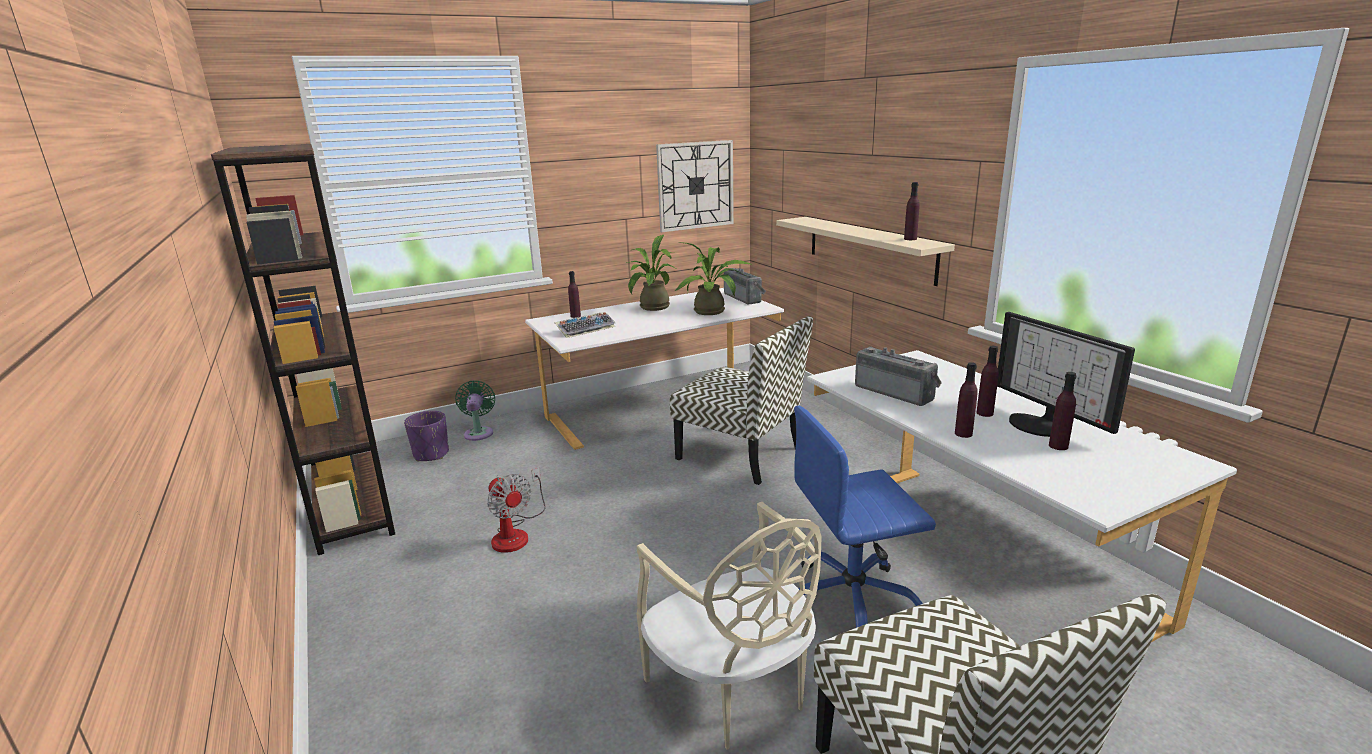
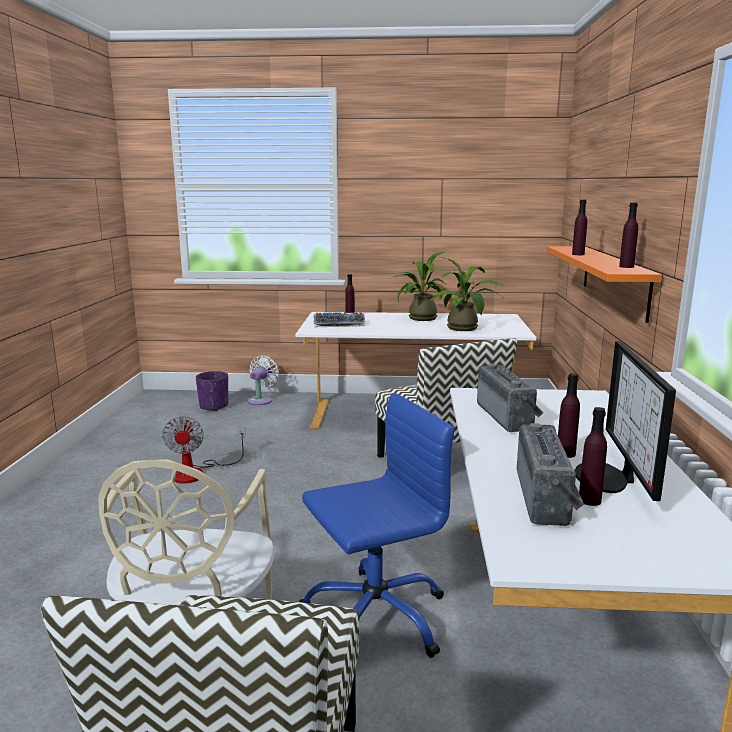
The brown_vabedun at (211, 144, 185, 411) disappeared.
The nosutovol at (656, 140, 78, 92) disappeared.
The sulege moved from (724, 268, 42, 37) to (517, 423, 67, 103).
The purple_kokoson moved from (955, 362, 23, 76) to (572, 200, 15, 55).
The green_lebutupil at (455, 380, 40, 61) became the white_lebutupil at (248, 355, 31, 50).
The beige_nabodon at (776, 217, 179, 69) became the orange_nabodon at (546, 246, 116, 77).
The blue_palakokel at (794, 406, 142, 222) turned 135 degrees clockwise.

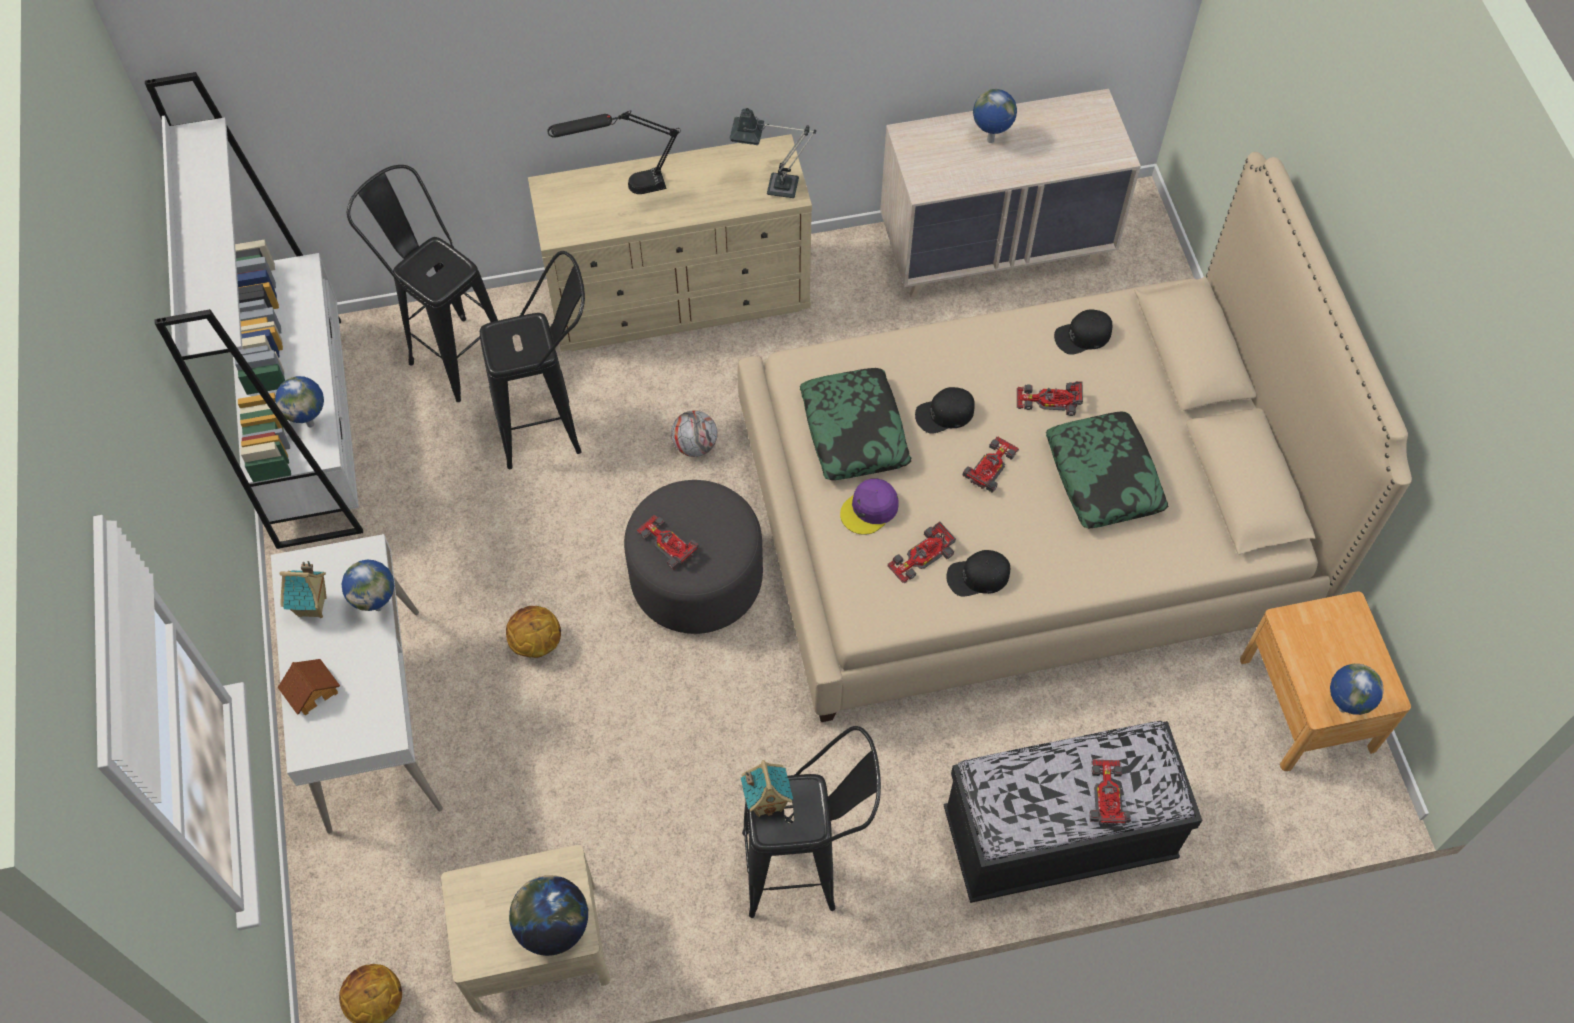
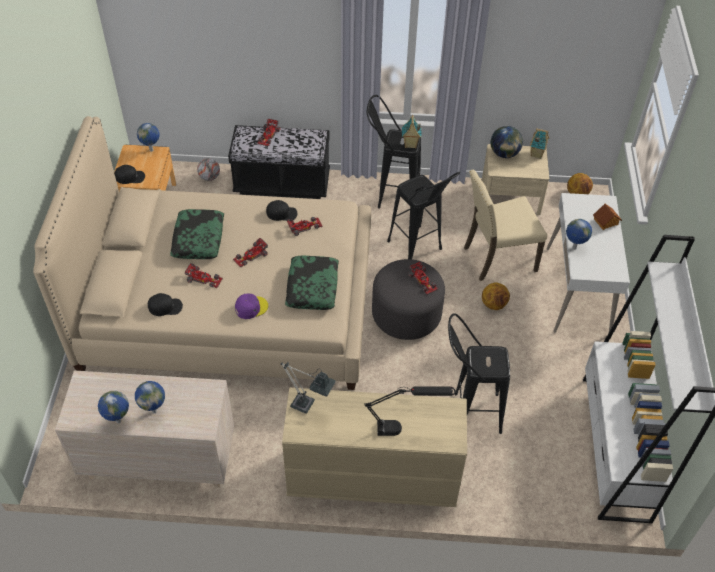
The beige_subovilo at (464, 169, 83, 112) appeared.
The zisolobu moved from (275, 376, 49, 52) to (98, 391, 31, 32).
The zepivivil moved from (279, 561, 48, 57) to (530, 128, 19, 31).
The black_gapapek moved from (347, 165, 151, 237) to (387, 172, 73, 87).
The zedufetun moved from (671, 410, 47, 47) to (197, 158, 23, 23).
The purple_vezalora moved from (840, 479, 59, 56) to (235, 293, 33, 26).
The black_vezalora moved from (915, 387, 60, 47) to (115, 165, 30, 19).

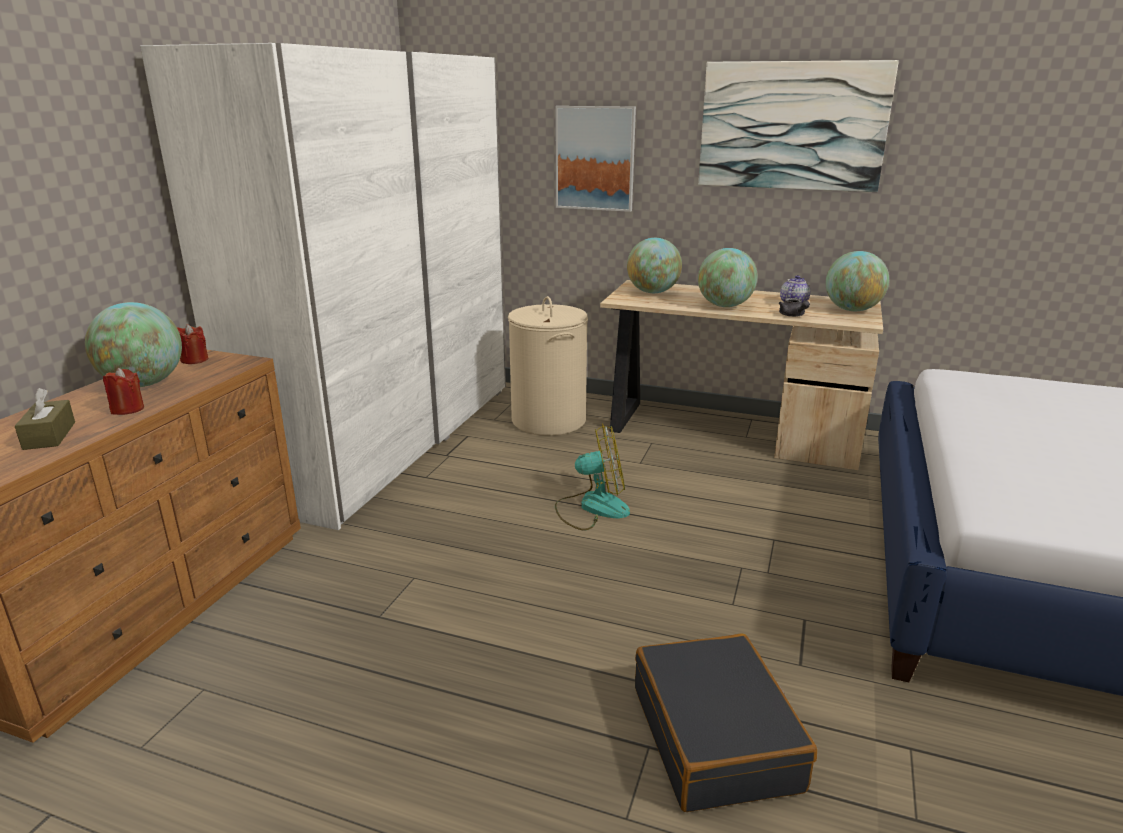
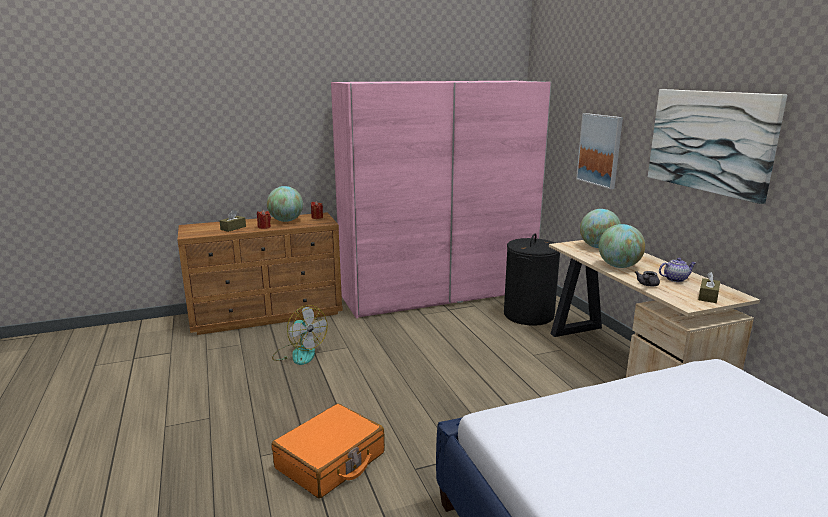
The lebutupil moved from (555, 423, 75, 107) to (272, 305, 56, 60).
The zisolobu at (826, 251, 63, 60) was replaced by the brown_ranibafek at (698, 272, 22, 31).
The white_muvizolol at (140, 43, 366, 487) became the pink_muvizolol at (331, 81, 220, 238).
The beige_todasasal at (508, 296, 80, 140) became the black_todasasal at (504, 234, 56, 92).
The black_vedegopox at (635, 634, 182, 178) became the orange_vedegopox at (272, 403, 113, 95).

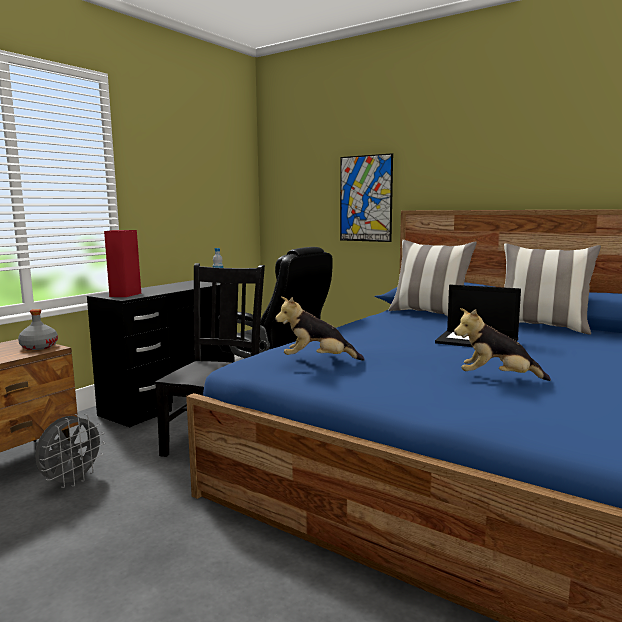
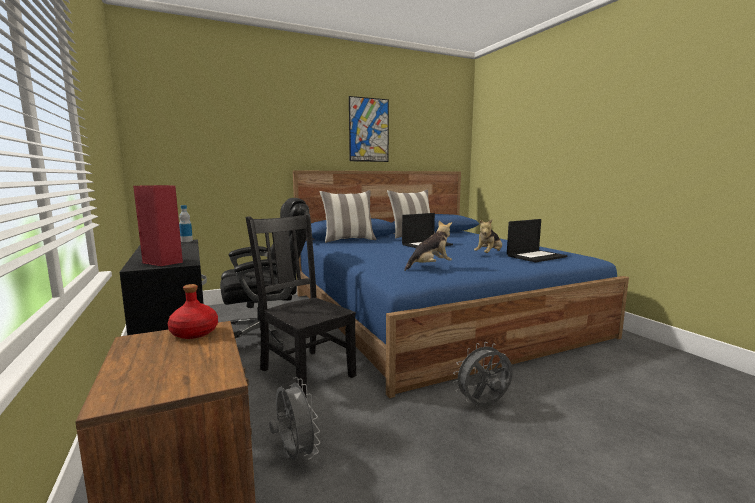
The grey_lebutupil at (453, 342, 60, 64) appeared.
The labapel at (507, 219, 61, 43) appeared.
The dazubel moved from (340, 153, 53, 89) to (349, 96, 40, 66).
The grey_kokoson at (18, 309, 40, 41) became the red_kokoson at (168, 284, 50, 55).
The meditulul at (275, 296, 90, 65) turned 150 degrees counterclockwise.

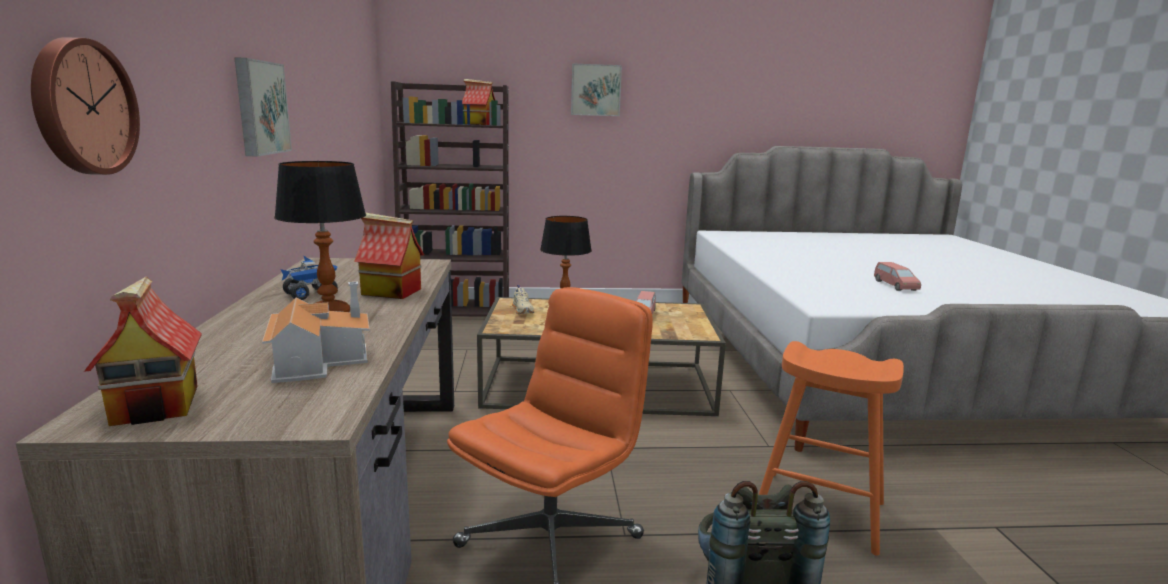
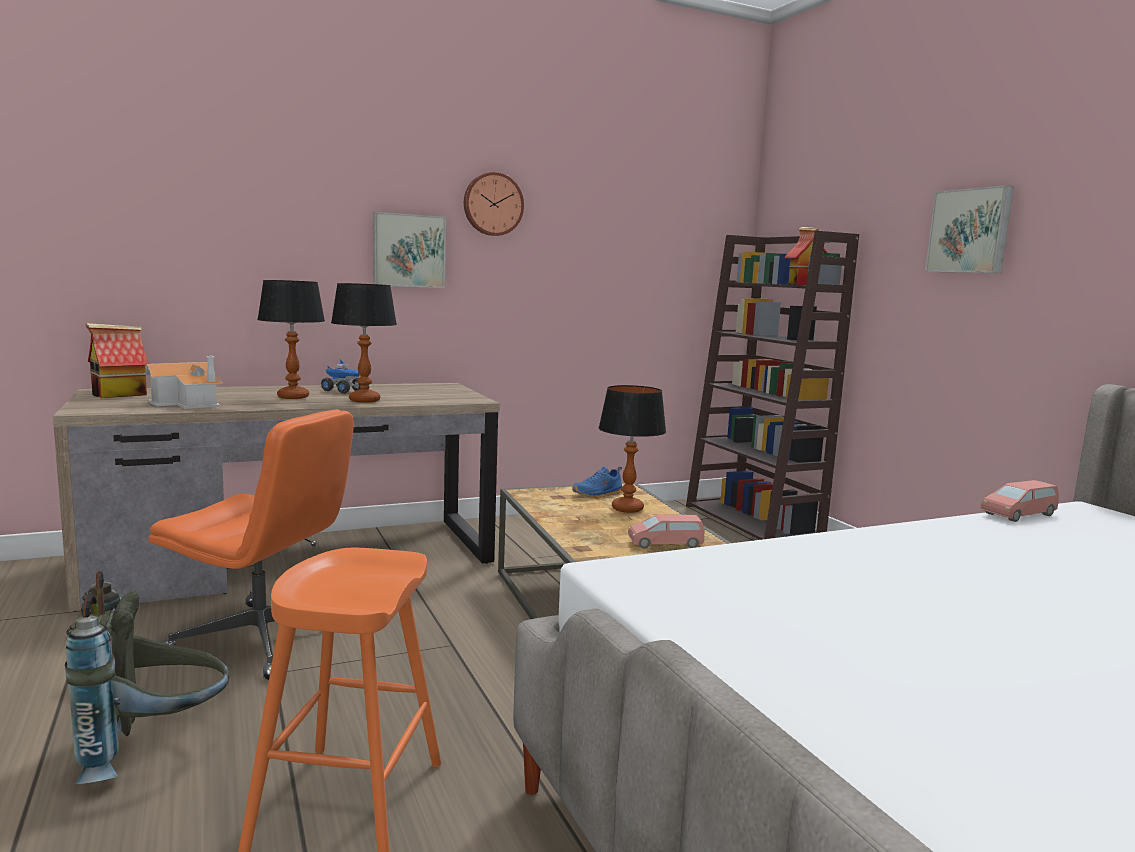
The nosutovol moved from (31, 37, 109, 138) to (464, 172, 60, 64).
The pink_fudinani moved from (874, 262, 47, 29) to (981, 480, 78, 42).
The zepivivil at (354, 213, 70, 86) was replaced by the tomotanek at (331, 283, 66, 120).
The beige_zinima at (512, 285, 22, 29) became the blue_zinima at (572, 466, 50, 32).

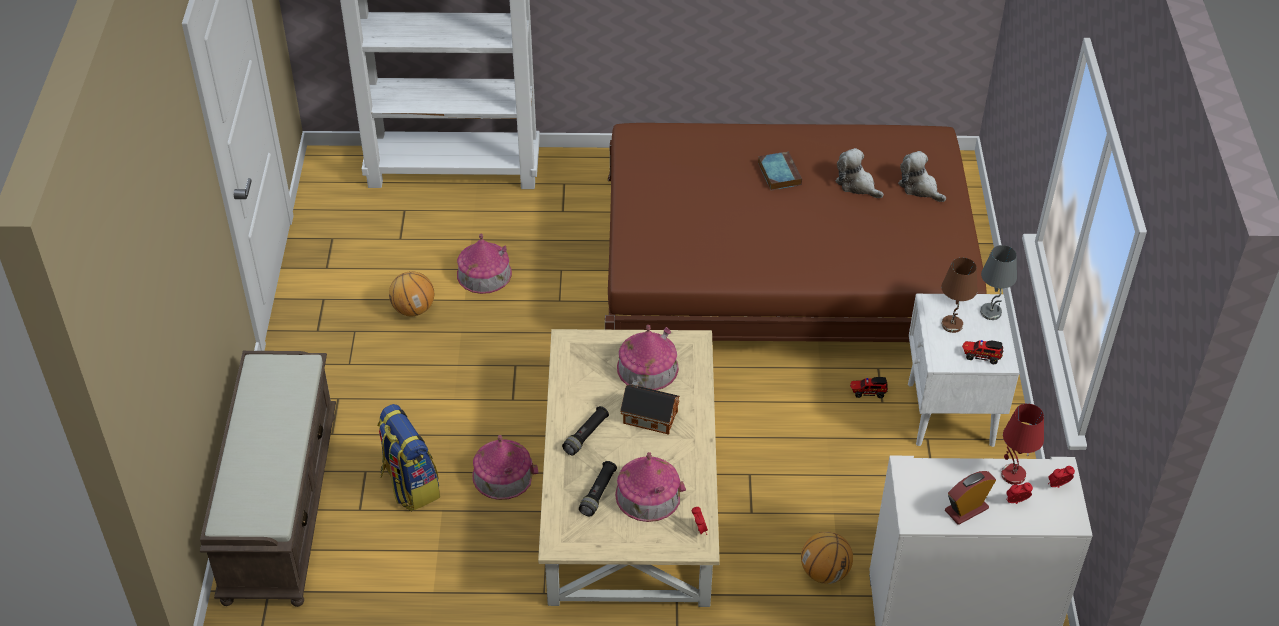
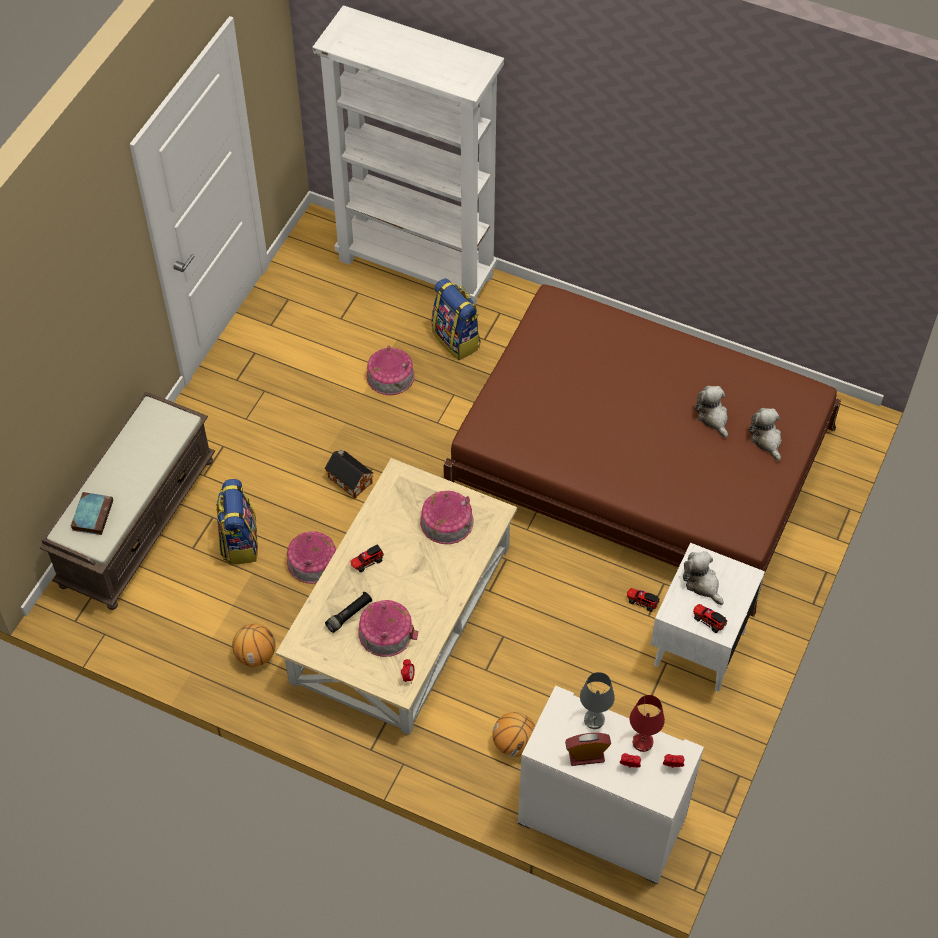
The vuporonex at (432, 278, 49, 82) appeared.
The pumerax moved from (389, 271, 45, 45) to (232, 624, 43, 43).
The zepivivil moved from (620, 380, 60, 55) to (324, 450, 49, 49).
The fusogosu moved from (758, 151, 44, 40) to (71, 492, 42, 43).
The grey_tomotanek moved from (980, 245, 37, 75) to (580, 672, 35, 57).
The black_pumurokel at (562, 406, 47, 50) was replaced by the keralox at (350, 545, 34, 27).
The brown_tomotanek at (941, 257, 37, 76) was replaced by the meditulul at (683, 551, 41, 54).

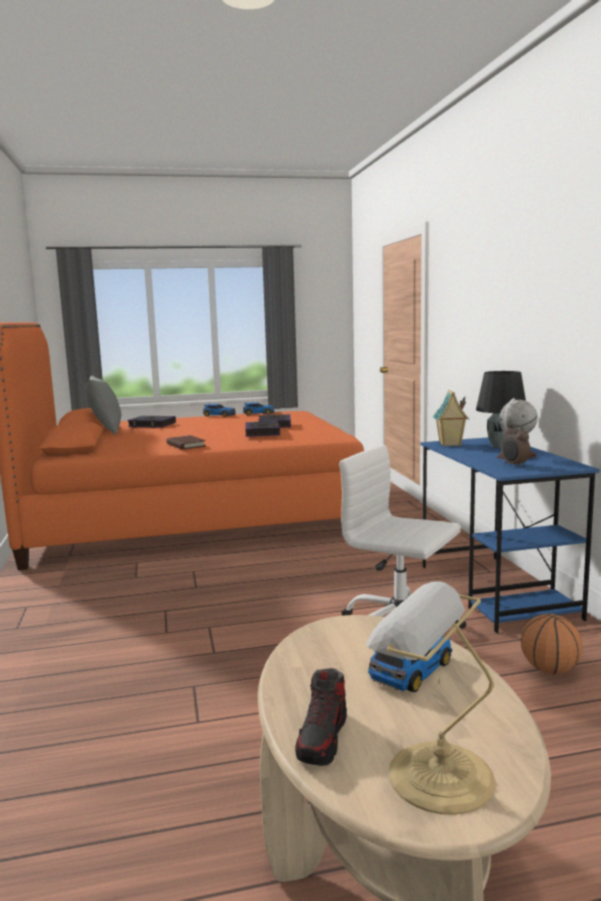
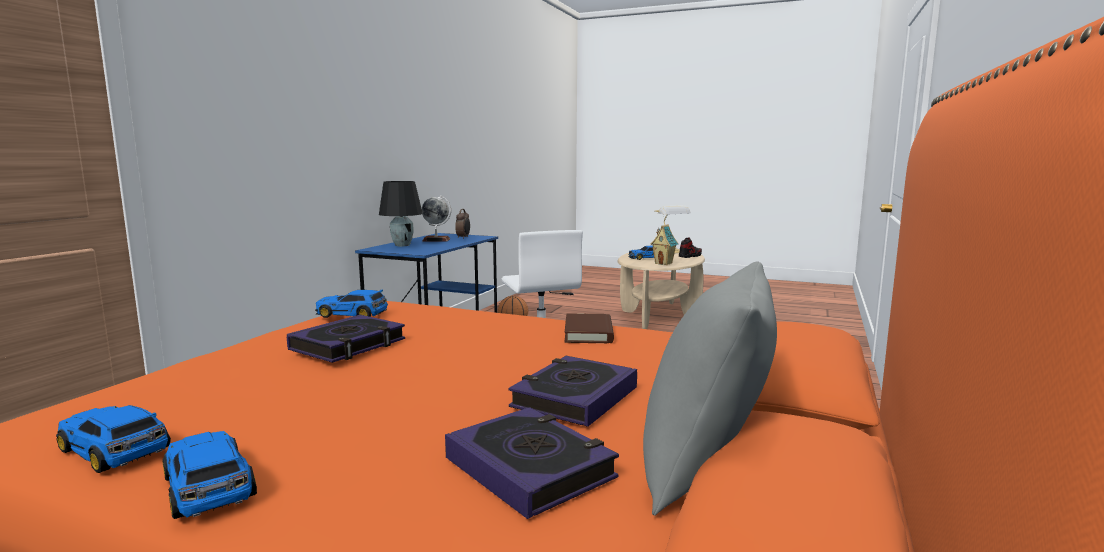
The fudinani at (315, 289, 73, 29) appeared.
The fusogosu moved from (245, 421, 35, 16) to (509, 356, 128, 71).
The zepivivil moved from (433, 390, 36, 56) to (650, 224, 28, 41).

